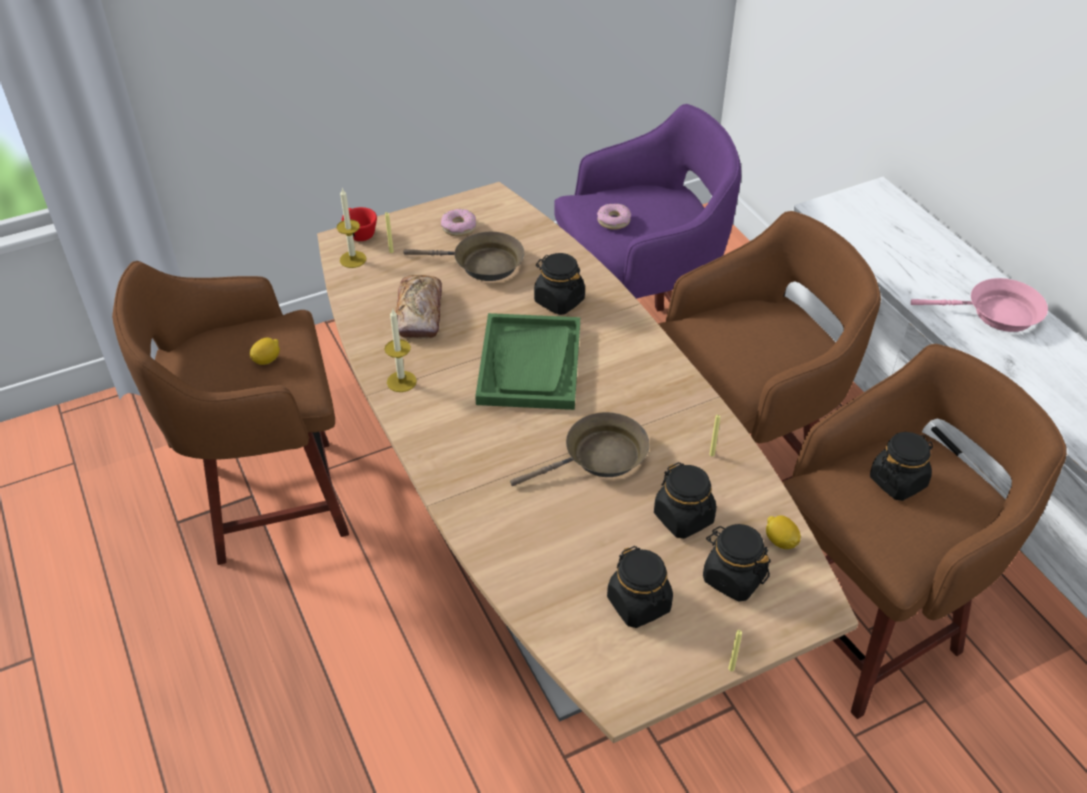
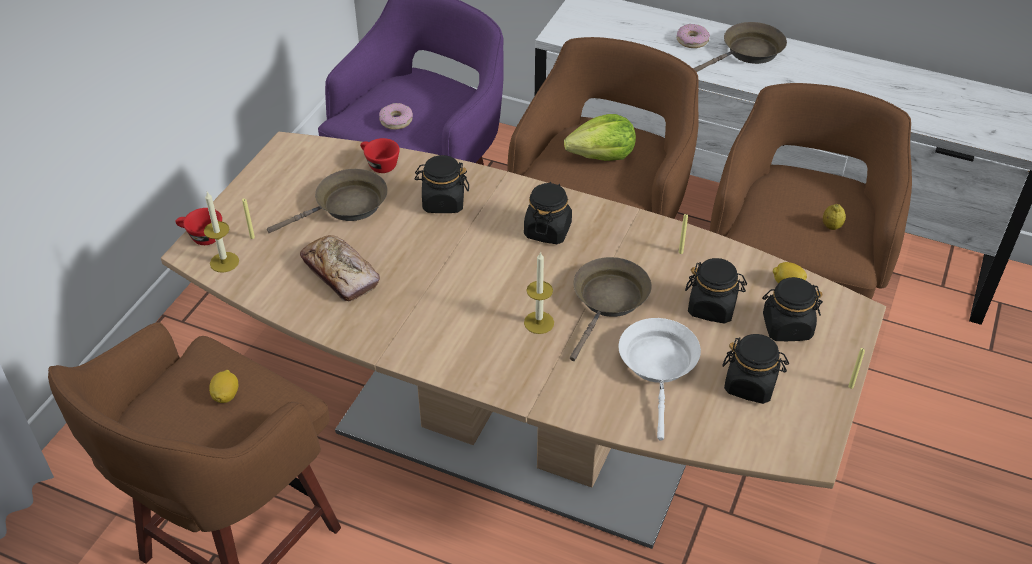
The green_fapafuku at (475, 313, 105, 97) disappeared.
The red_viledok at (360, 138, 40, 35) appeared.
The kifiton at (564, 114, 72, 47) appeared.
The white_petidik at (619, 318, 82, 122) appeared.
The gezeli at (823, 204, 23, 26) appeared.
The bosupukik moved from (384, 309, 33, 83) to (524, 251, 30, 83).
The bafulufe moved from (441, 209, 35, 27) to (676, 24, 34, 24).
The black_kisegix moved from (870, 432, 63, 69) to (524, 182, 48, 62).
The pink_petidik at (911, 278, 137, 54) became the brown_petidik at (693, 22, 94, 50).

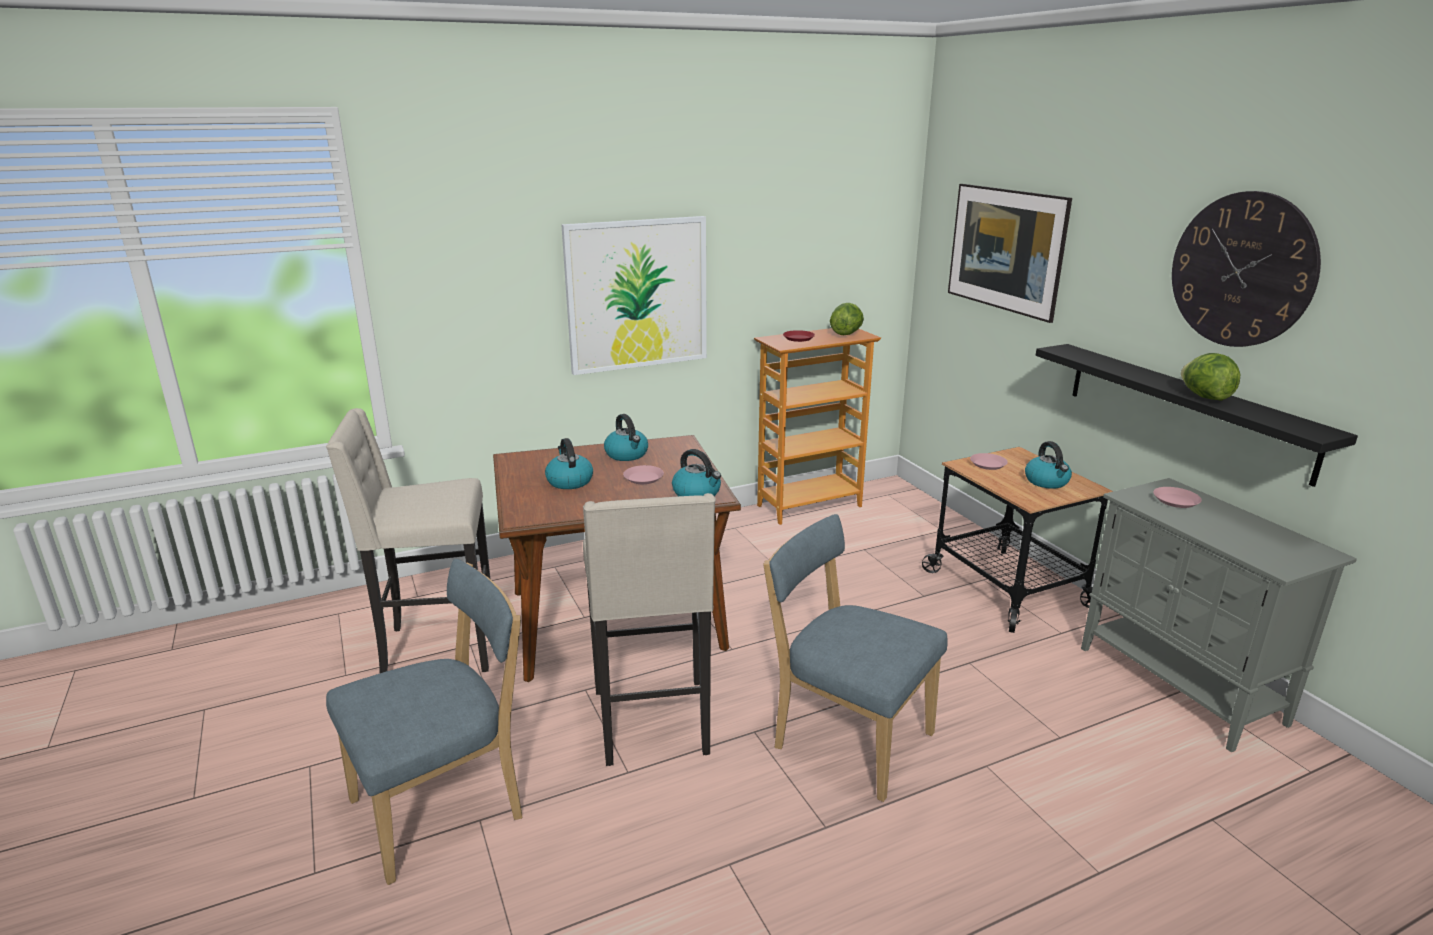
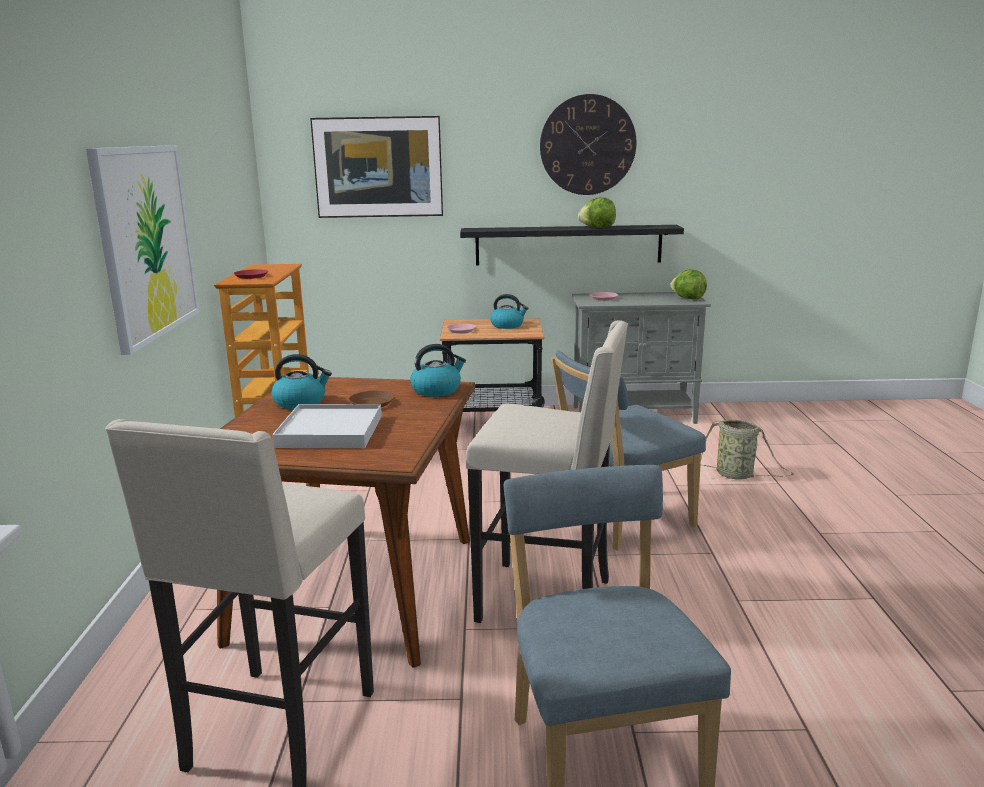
The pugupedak at (701, 419, 93, 61) appeared.
The kifiton moved from (830, 303, 34, 32) to (670, 269, 37, 30).
The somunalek at (545, 438, 48, 51) was replaced by the white_fapafuku at (272, 404, 110, 44).
The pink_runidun at (623, 465, 41, 19) became the brown_runidun at (349, 391, 45, 16).

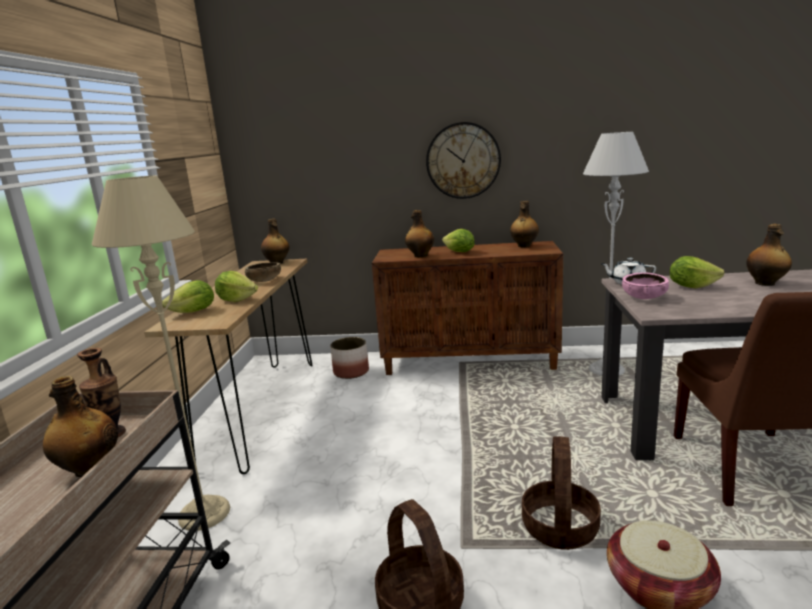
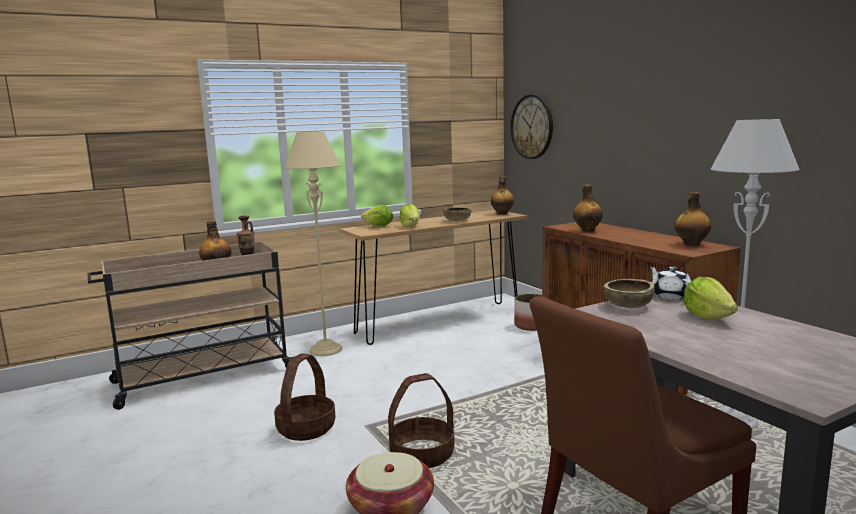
The kifiton at (442, 229, 33, 23) disappeared.
The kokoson at (746, 224, 46, 62) disappeared.
The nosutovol moved from (426, 122, 75, 77) to (511, 95, 42, 64).
The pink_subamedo at (622, 272, 47, 27) became the brown_subamedo at (603, 279, 51, 29).

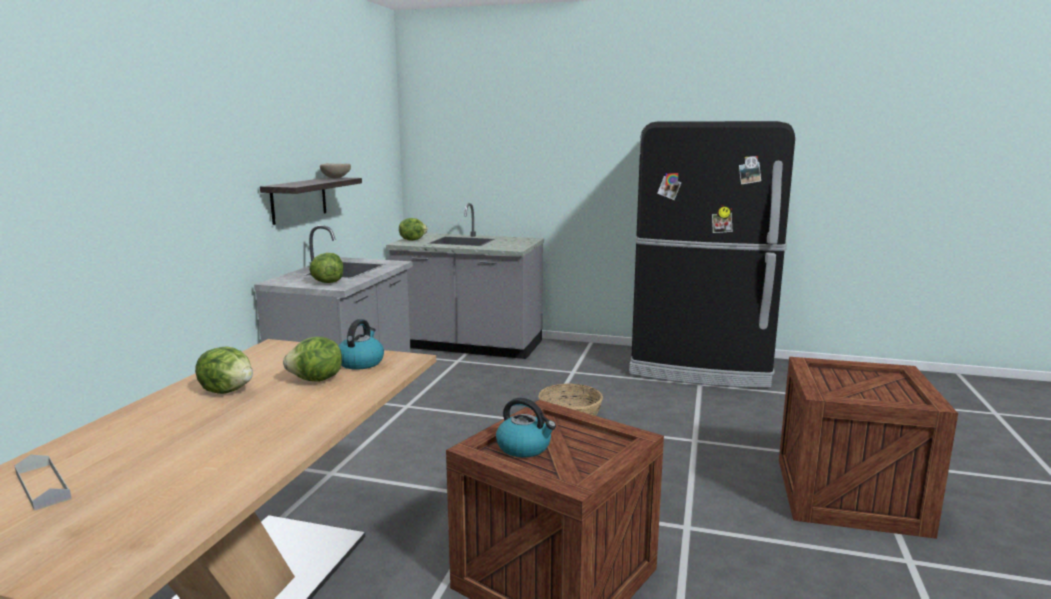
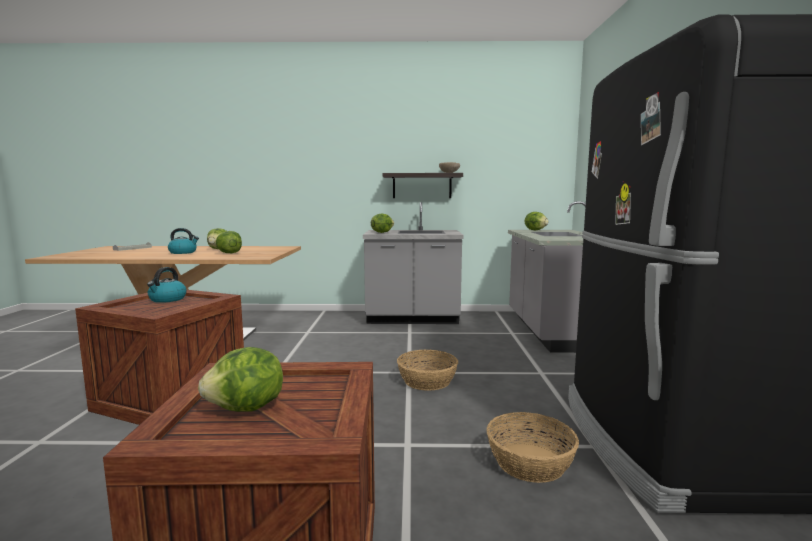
The kifiton at (198, 347, 85, 65) appeared.
The pugupedak at (487, 412, 92, 71) appeared.
The somunalek moved from (339, 319, 45, 51) to (168, 228, 31, 26).

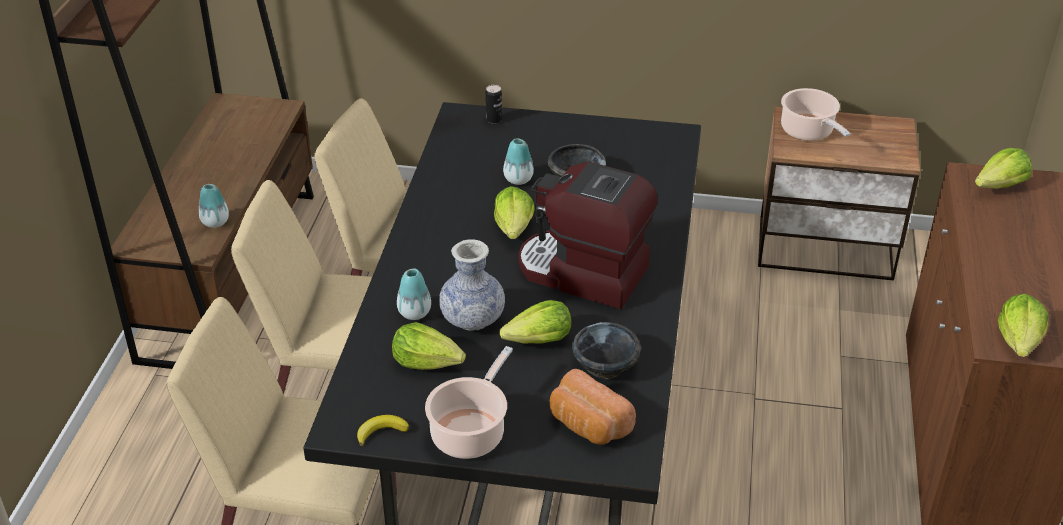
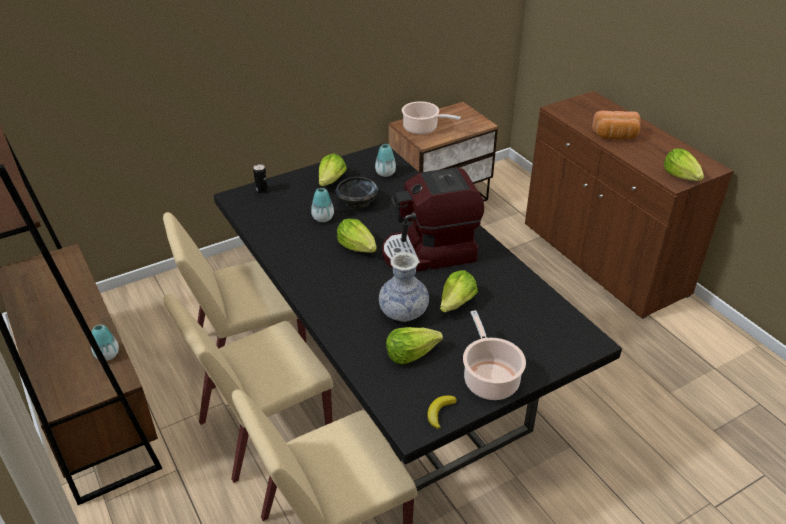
The black_subamedo at (572, 322, 69, 57) disappeared.
The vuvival moved from (397, 269, 34, 51) to (375, 144, 21, 33).
The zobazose moved from (550, 369, 86, 76) to (592, 111, 48, 29).
The kifiton moved from (975, 148, 57, 41) to (319, 153, 28, 33).

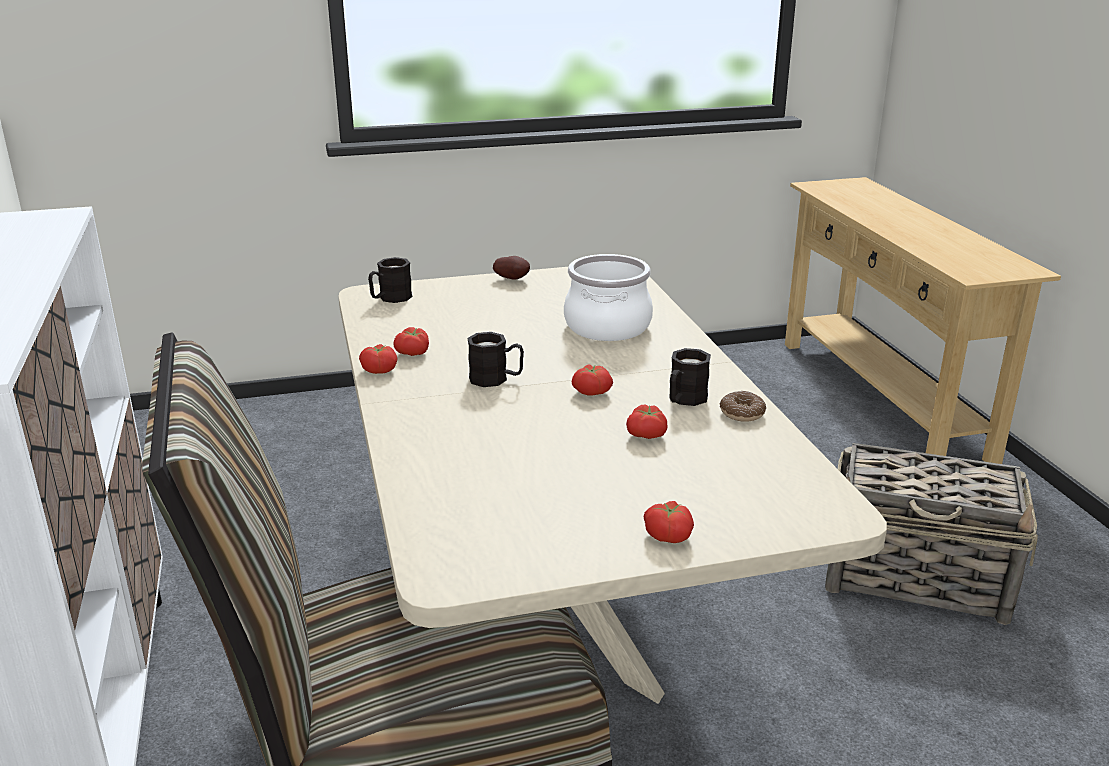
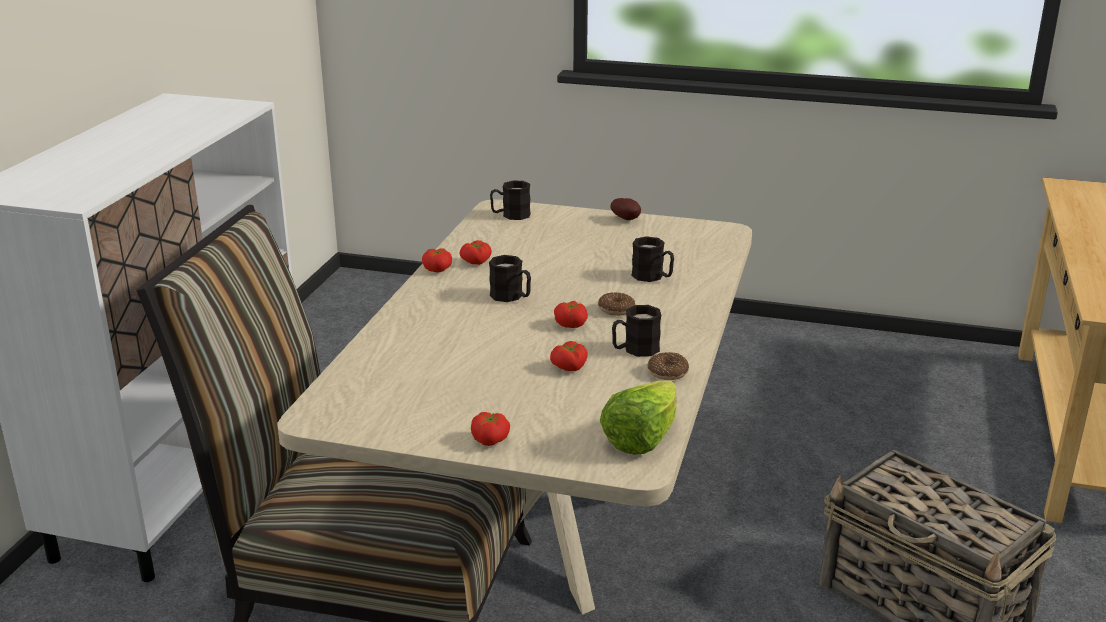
The bafulufe at (598, 292, 37, 24) appeared.
The kifiton at (600, 380, 77, 75) appeared.
The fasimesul at (564, 254, 89, 87) was replaced by the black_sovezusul at (631, 236, 43, 46).

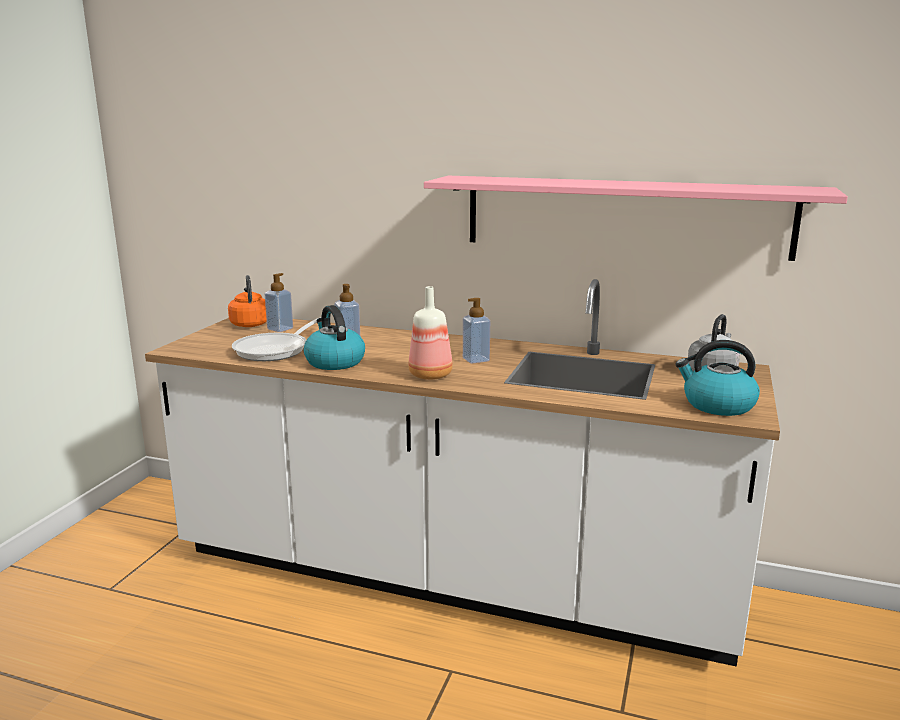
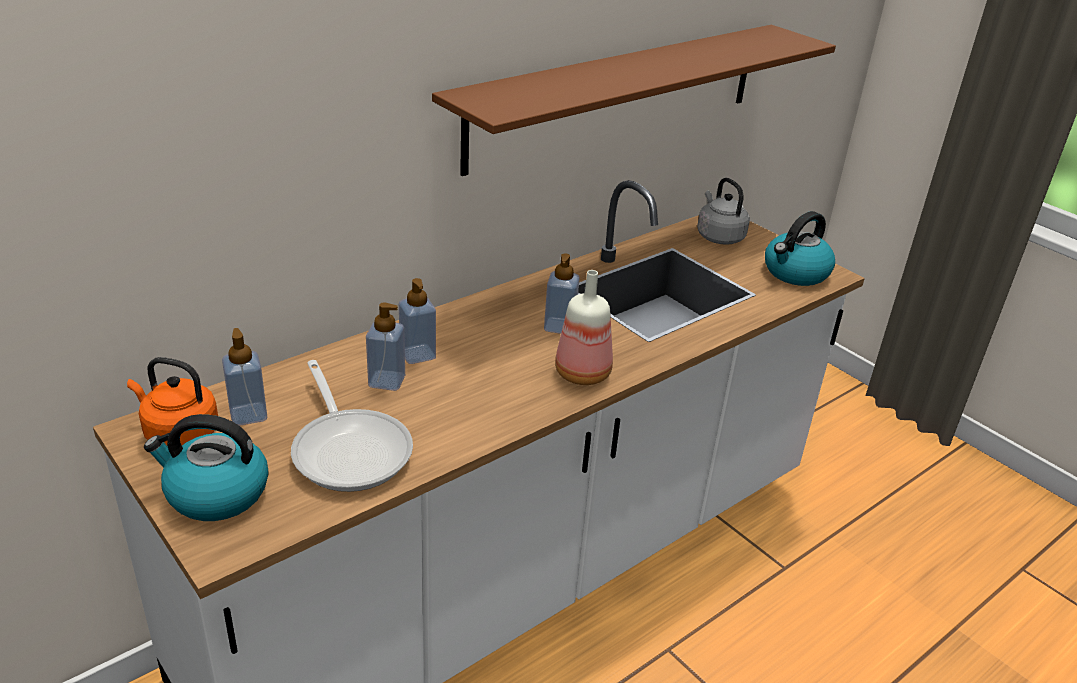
The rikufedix at (399, 278, 37, 86) appeared.
The somunalek moved from (303, 305, 62, 65) to (144, 414, 125, 107).
The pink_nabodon at (424, 176, 424, 85) became the brown_nabodon at (432, 25, 404, 151).

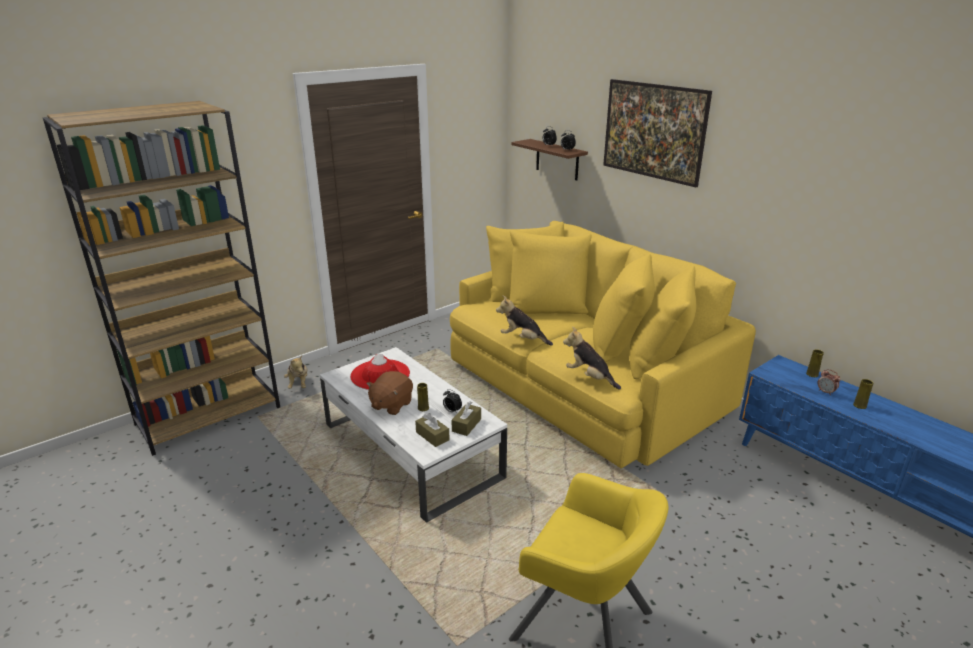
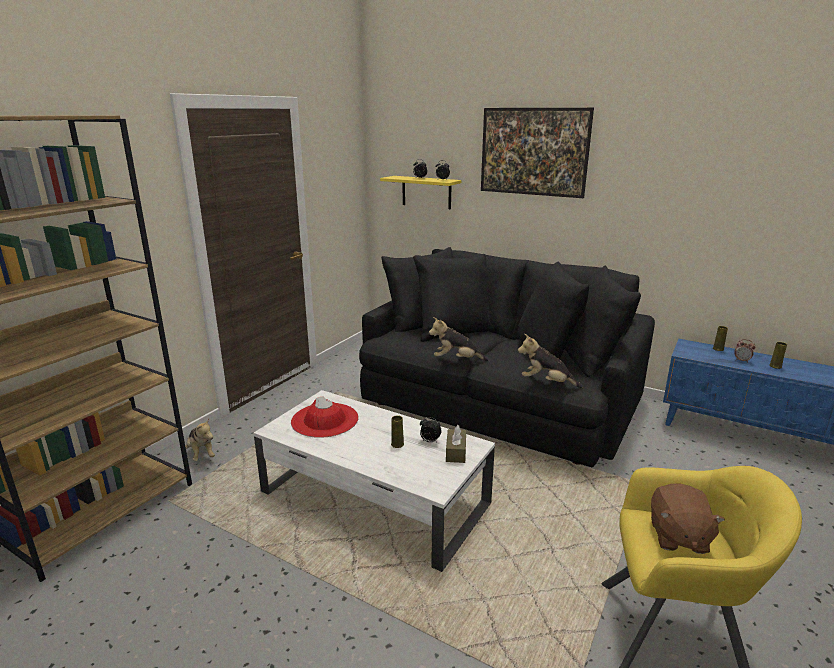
The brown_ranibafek at (415, 413, 35, 34) disappeared.
The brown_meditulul moved from (366, 371, 47, 44) to (651, 483, 74, 71).
The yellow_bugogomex at (450, 221, 306, 247) became the black_bugogomex at (359, 247, 296, 220).
The brown_nabodon at (511, 139, 77, 42) became the yellow_nabodon at (380, 176, 81, 33).

